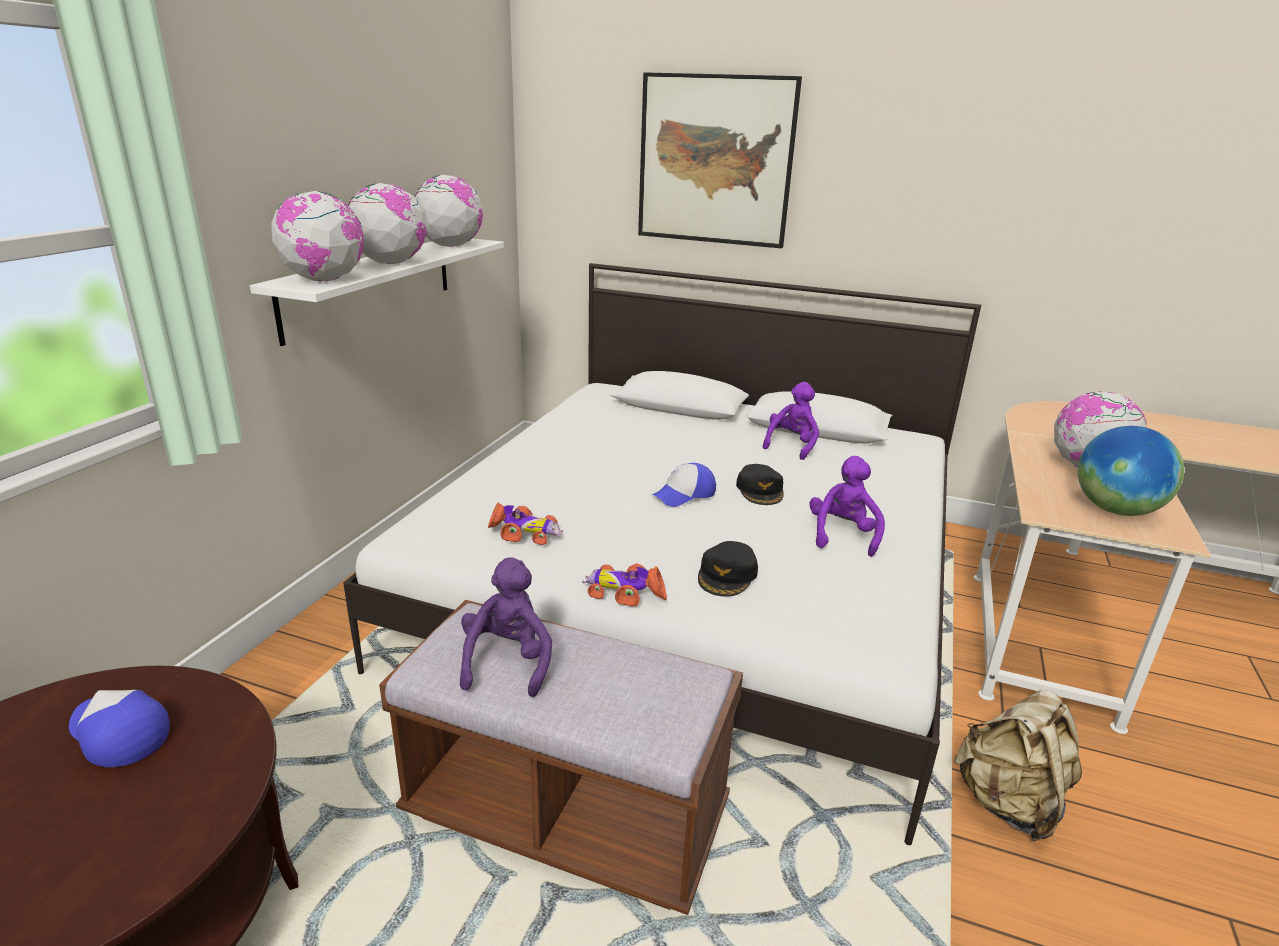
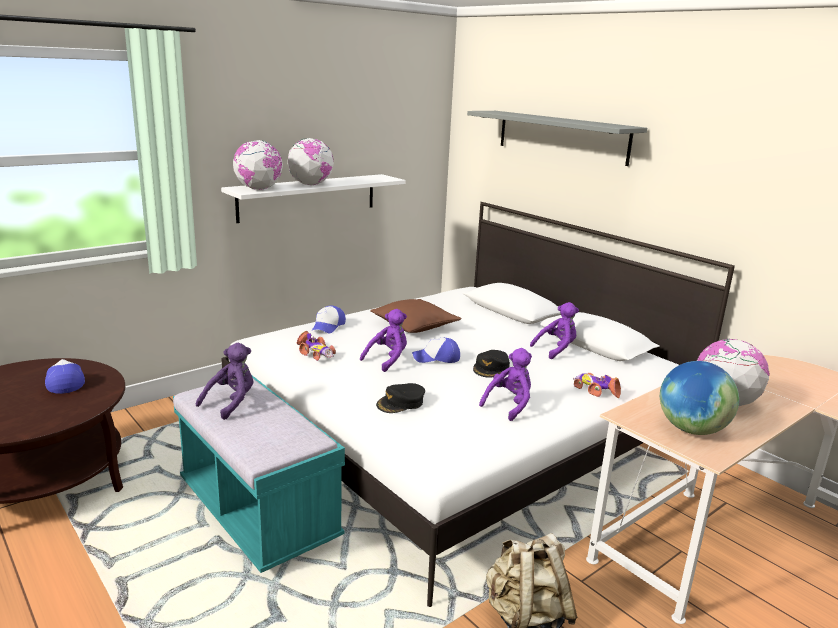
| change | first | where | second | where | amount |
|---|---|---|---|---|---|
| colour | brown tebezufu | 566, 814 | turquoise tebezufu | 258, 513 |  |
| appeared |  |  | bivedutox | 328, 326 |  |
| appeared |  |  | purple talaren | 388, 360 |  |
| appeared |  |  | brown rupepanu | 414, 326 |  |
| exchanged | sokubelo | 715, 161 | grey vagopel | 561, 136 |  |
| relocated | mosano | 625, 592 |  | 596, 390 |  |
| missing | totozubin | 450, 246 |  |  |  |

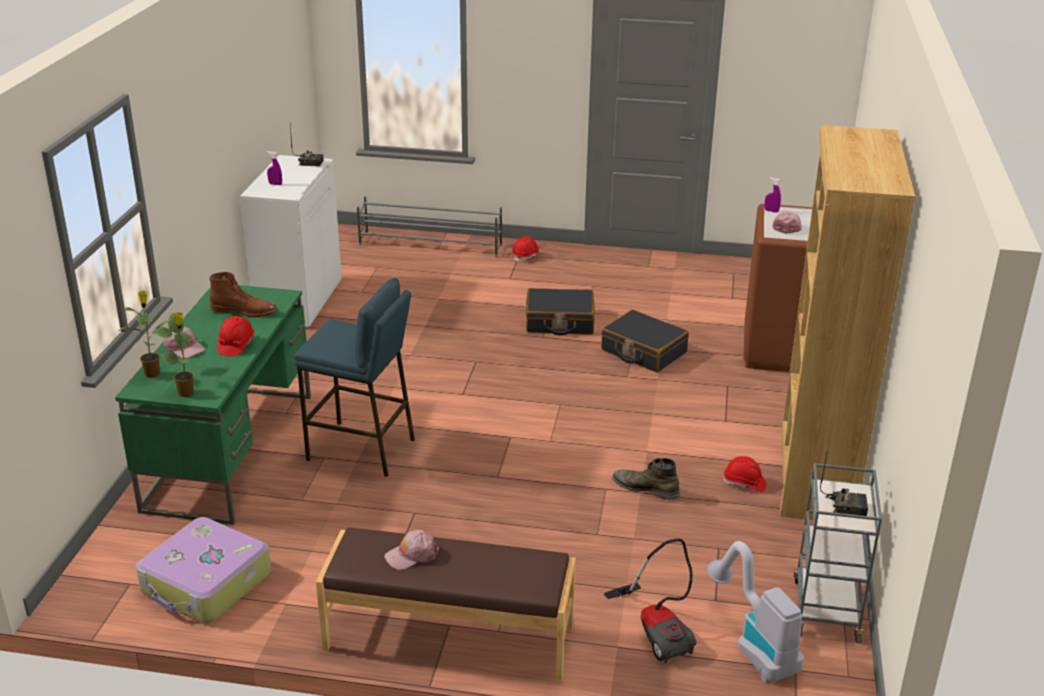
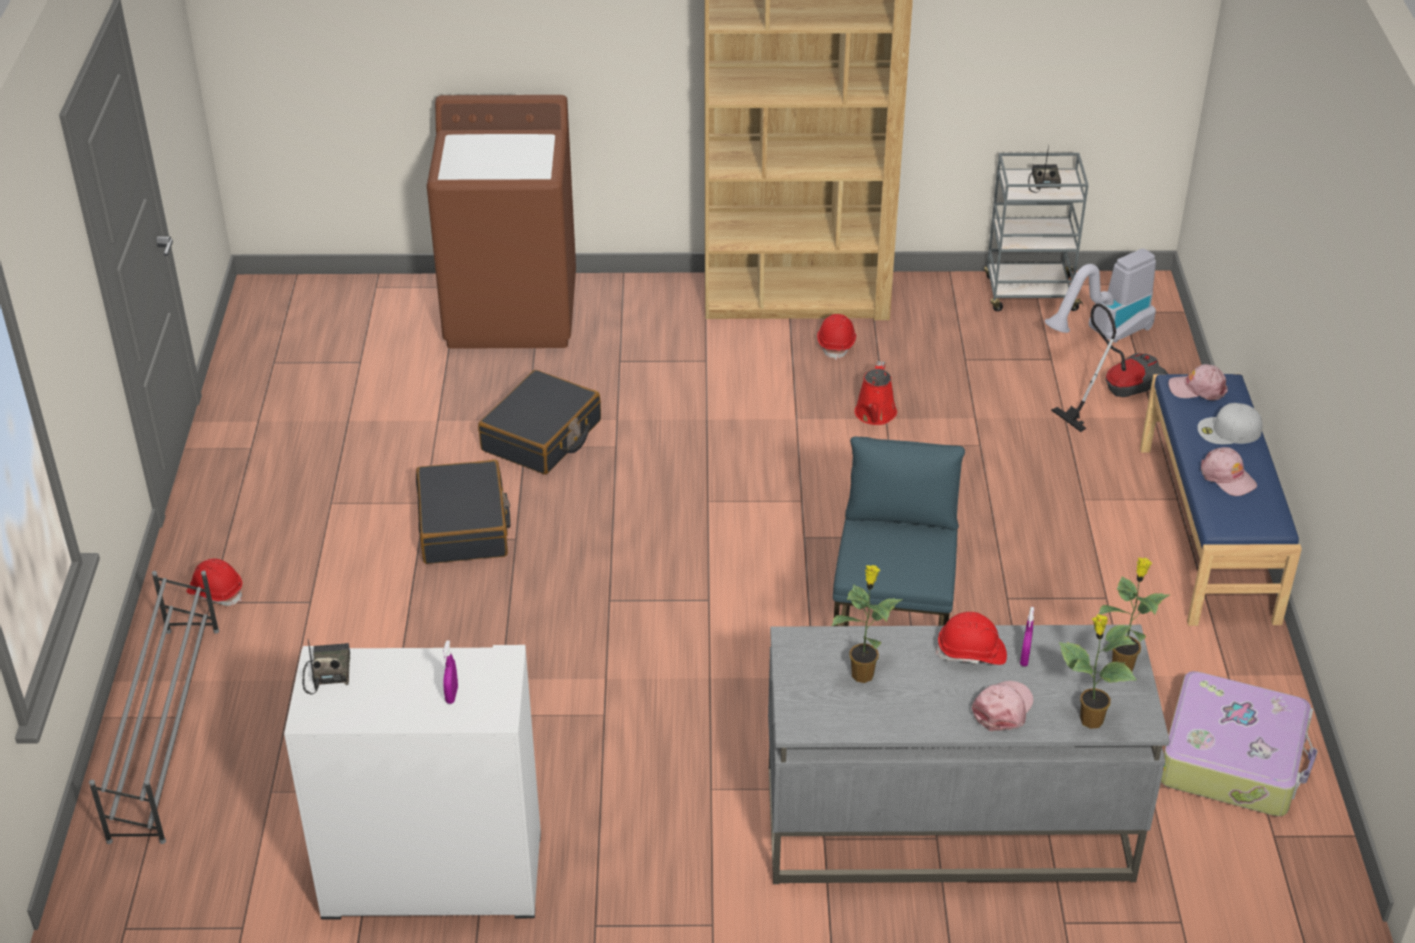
| change | first | where | second | where | amount |
|---|---|---|---|---|---|
| colour | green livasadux | 231, 451 | grey livasadux | 945, 824 |  |
| exchanged | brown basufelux | 245, 311 | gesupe | 862, 673 |  |
| exchanged | green basufelux | 645, 488 | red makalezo | 875, 415 |  |
| relocated | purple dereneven | 771, 211 |  | 1024, 658 |  |
| colour | brown tebezufu | 449, 639 | blue tebezufu | 1209, 532 |  |
| relocated | pink bivedutox | 787, 227 |  | 1197, 389 |  |
| appeared |  |  | white bivedutox | 1228, 431 |  |

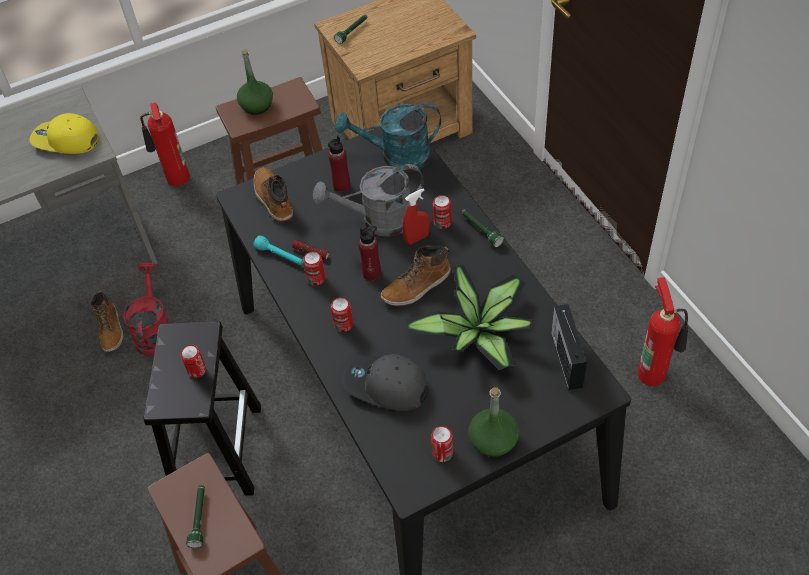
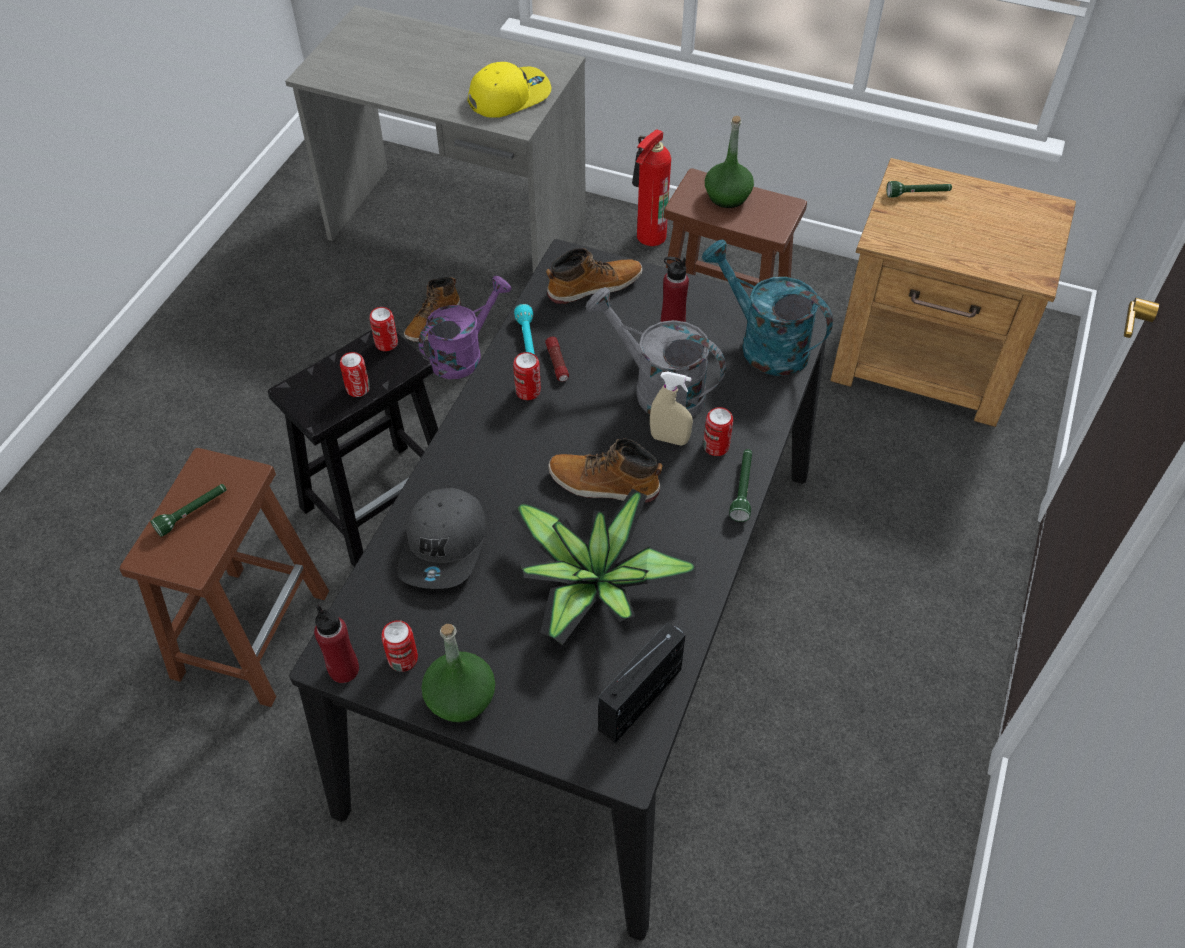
| change | first | where | second | where | amount |
|---|---|---|---|---|---|
| relocated | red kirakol | 372, 273 |  | 344, 669 |  |
| relocated | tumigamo | 343, 324 |  | 386, 343 |  |
| spun | grey bivedutox | 385, 386 |  | 445, 546 | 150 degrees counterclockwise |
| colour | red makalezo | 154, 331 | purple makalezo | 463, 354 |  |
| spun | yellow bivedutox | 66, 141 |  | 509, 96 | 90 degrees clockwise |
| spun | basufelux | 273, 199 |  | 594, 286 | 45 degrees clockwise |
| colour | red dereneven | 417, 238 | beige dereneven | 669, 439 |  |
| missing | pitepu | 653, 372 |  |  |  |

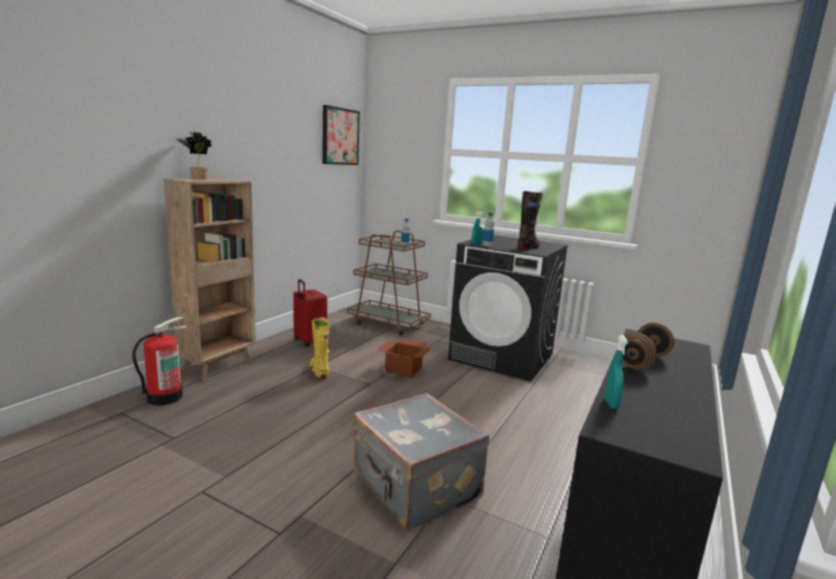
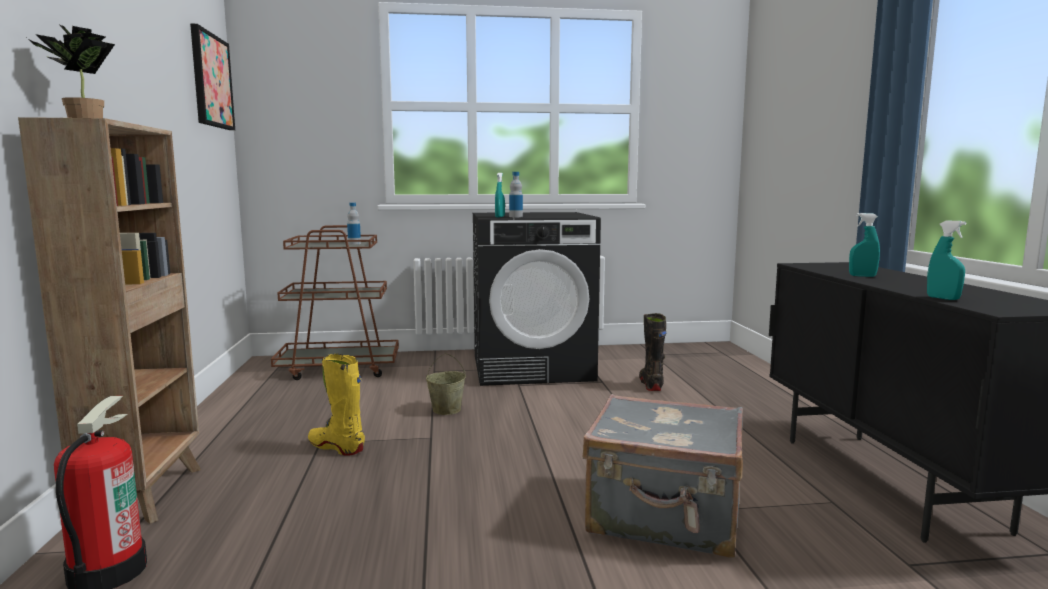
| change | first | where | second | where | amount |
|---|---|---|---|---|---|
| exchanged | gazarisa | 404, 369 | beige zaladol | 447, 410 |  |
| relocated | black basufelux | 528, 247 |  | 651, 384 |  |
| exchanged | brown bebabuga | 642, 362 | turquoise dereneven | 862, 276 |  |
| missing | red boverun | 308, 341 |  |  |  |

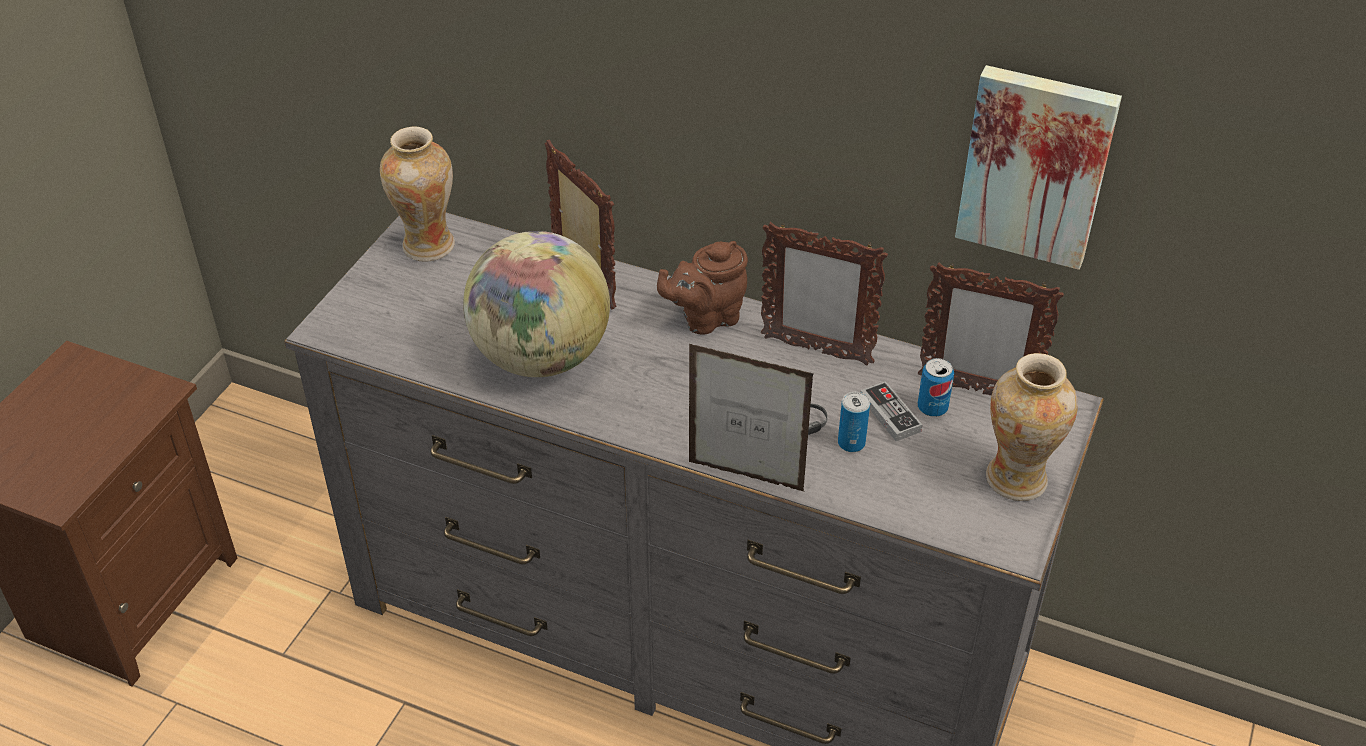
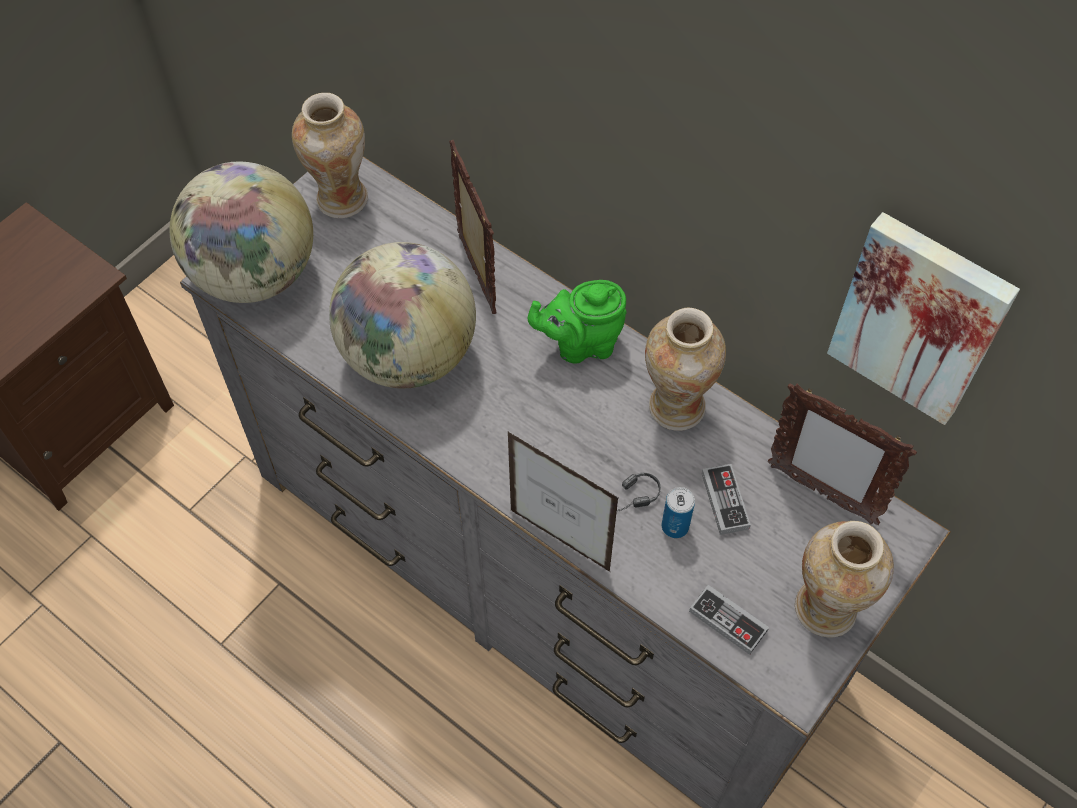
| change | first | where | second | where | amount |
|---|---|---|---|---|---|
| appeared |  |  | totozubin | 254, 275 |  |
| colour | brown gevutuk | 706, 318 | green gevutuk | 581, 344 |  |
| exchanged | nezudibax | 815, 350 | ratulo | 676, 407 |  |
| appeared |  |  | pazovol | 728, 621 |  |
| missing | tumigamo | 932, 408 |  |  |  |

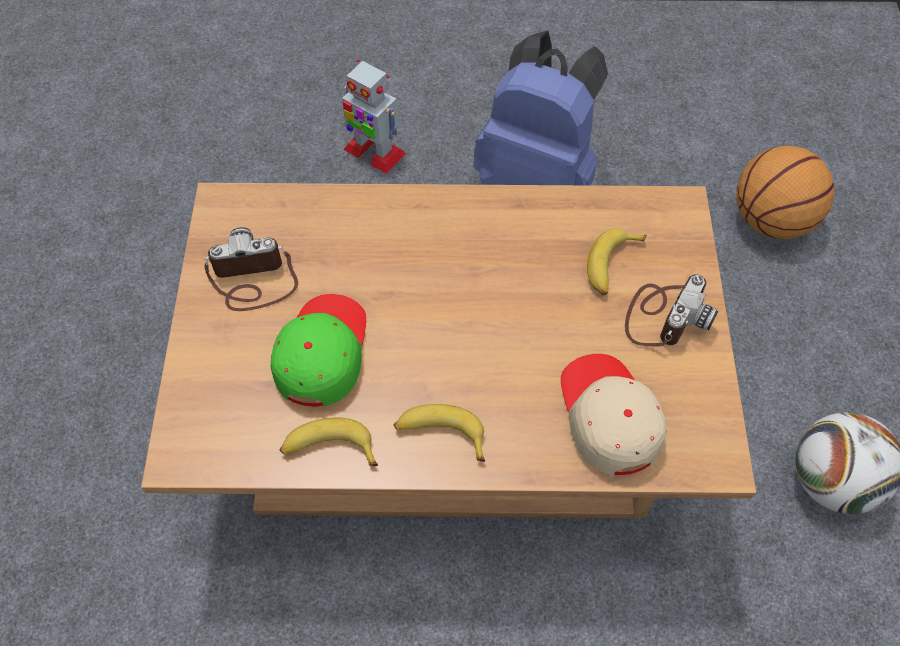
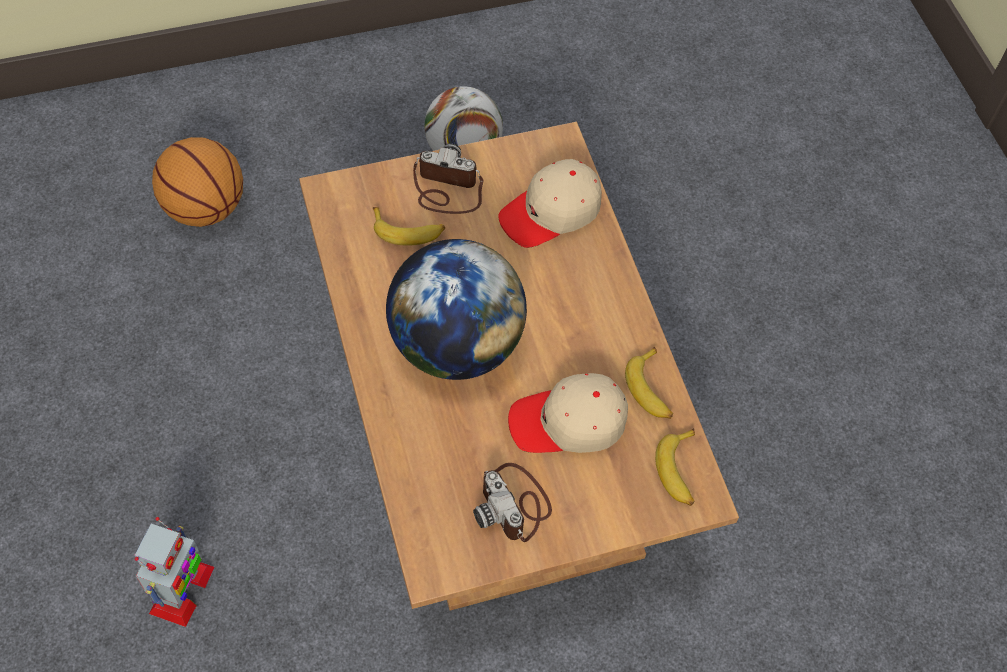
| change | first | where | second | where | amount |
|---|---|---|---|---|---|
| appeared |  |  | totozubin | 456, 345 |  |
| colour | green bivedutox | 322, 353 | beige bivedutox | 568, 422 |  |
| relocated | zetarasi | 440, 434 |  | 679, 471 |  |
| missing | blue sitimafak | 538, 179 |  |  |  |

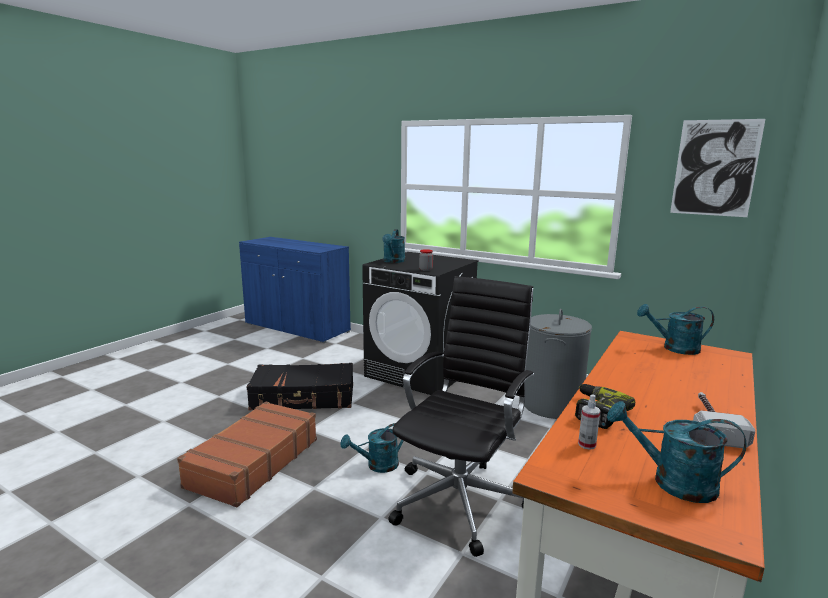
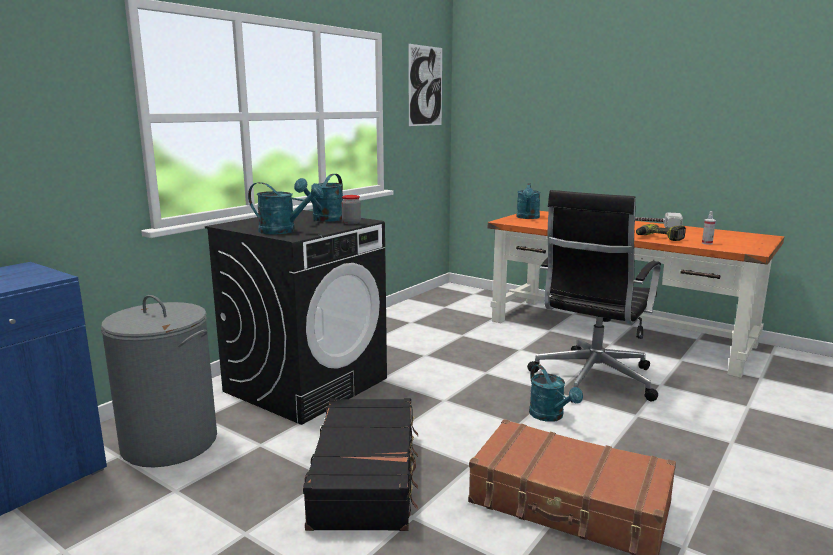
| change | first | where | second | where | amount |
|---|---|---|---|---|---|
| relocated | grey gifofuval | 551, 405 |  | 170, 442 |  |
| relocated | turquoise makalezo | 672, 482 |  | 324, 219 |  |
| spun | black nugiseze | 461, 499 |  | 592, 380 | 90 degrees counterclockwise |

